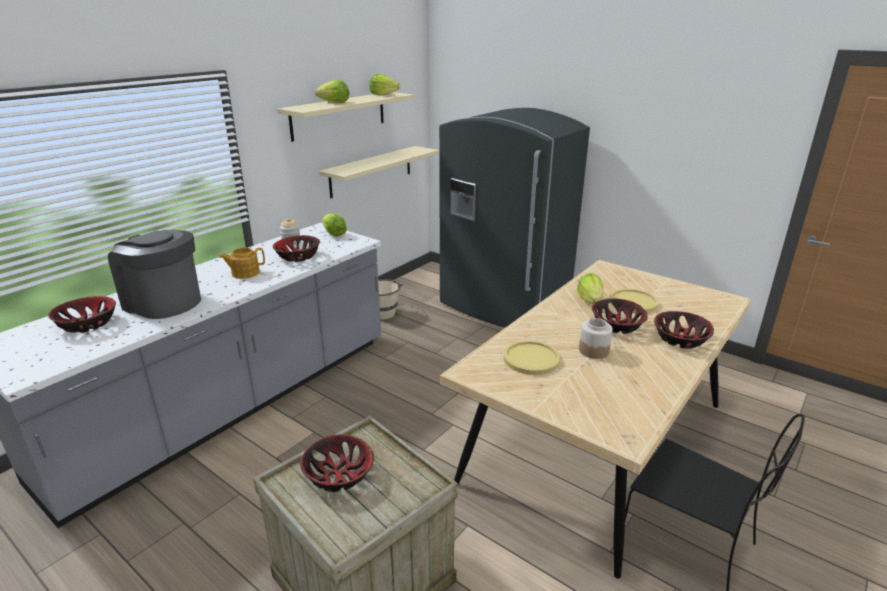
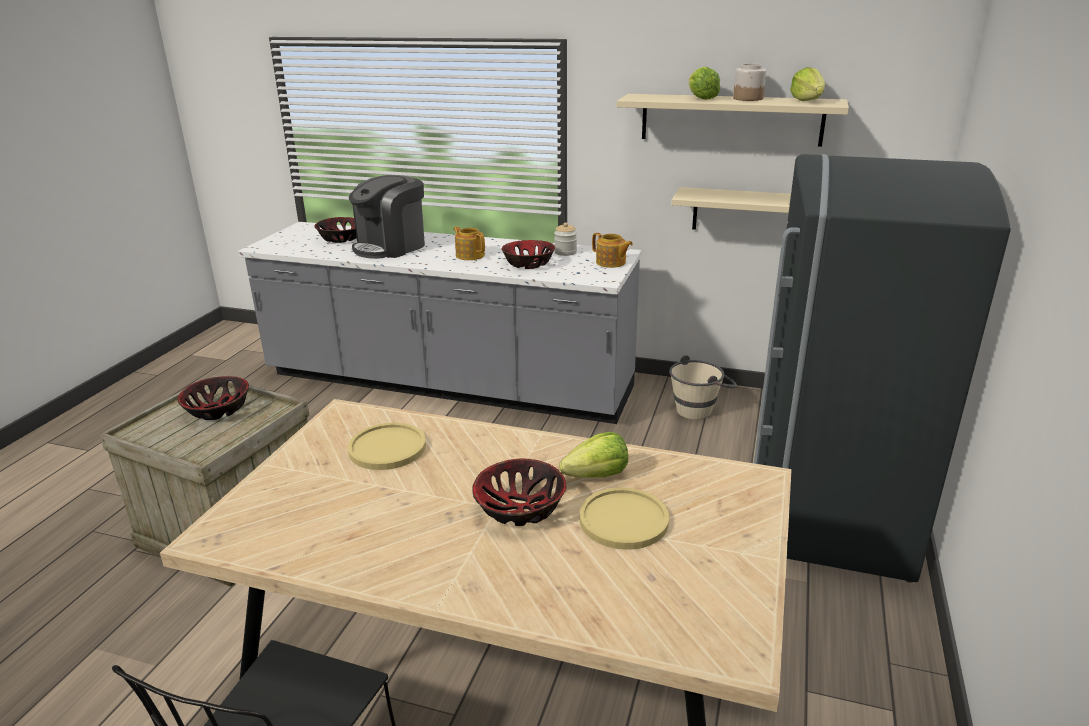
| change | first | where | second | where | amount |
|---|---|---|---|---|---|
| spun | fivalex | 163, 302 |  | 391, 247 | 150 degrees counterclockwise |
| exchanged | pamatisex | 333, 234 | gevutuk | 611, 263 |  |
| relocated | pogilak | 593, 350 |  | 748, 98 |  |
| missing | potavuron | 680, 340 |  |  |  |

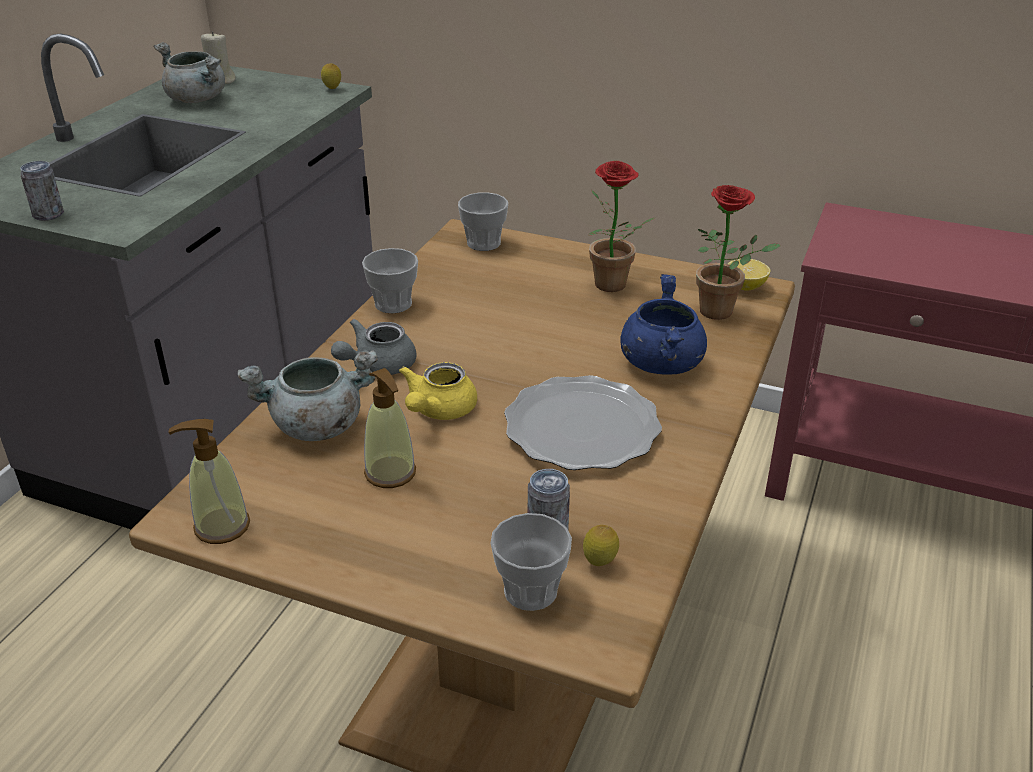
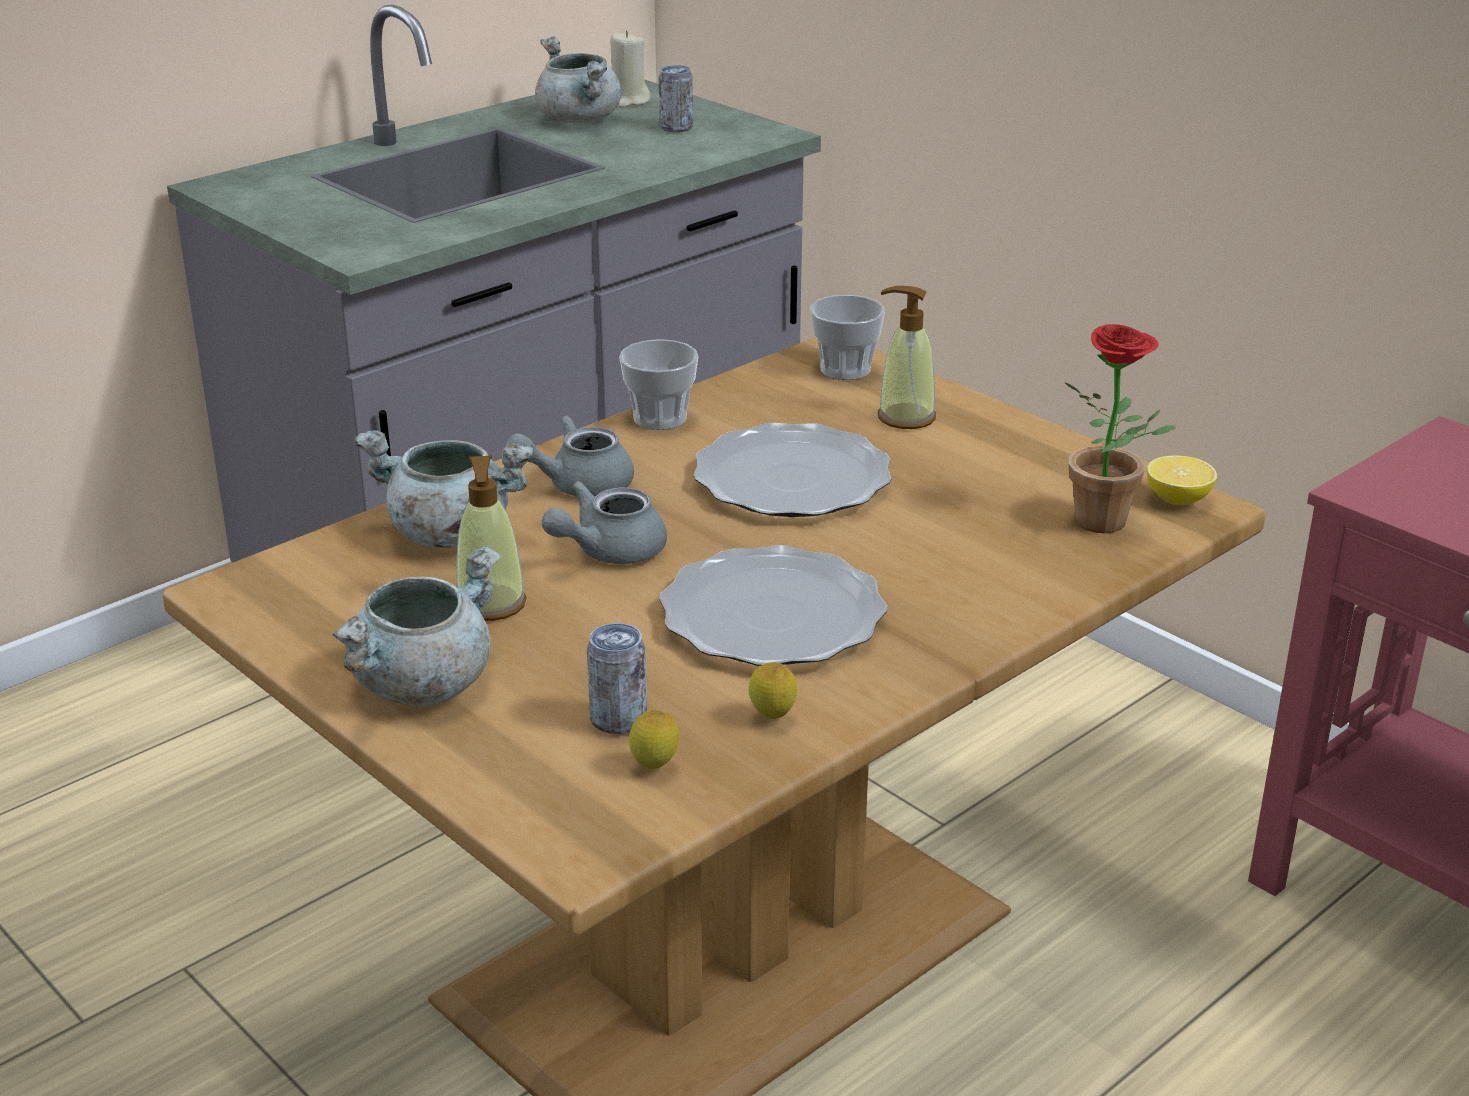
| change | first | where | second | where | amount |
|---|---|---|---|---|---|
| appeared |  |  | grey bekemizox | 422, 683 |  |
| colour | yellow gevutuk | 438, 410 | grey gevutuk | 608, 551 |  |
| relocated | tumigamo | 48, 215 |  | 676, 127 |  |
| appeared |  |  | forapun | 793, 480 |  |
| relocated | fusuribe | 332, 89 |  | 772, 718 |  |
| relocated | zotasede | 221, 526 |  | 905, 417 |  |
| missing | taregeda | 530, 591 |  |  |  |
| missing | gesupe | 612, 288 |  |  |  |
| missing | blue bekemizox | 661, 363 |  |  |  |

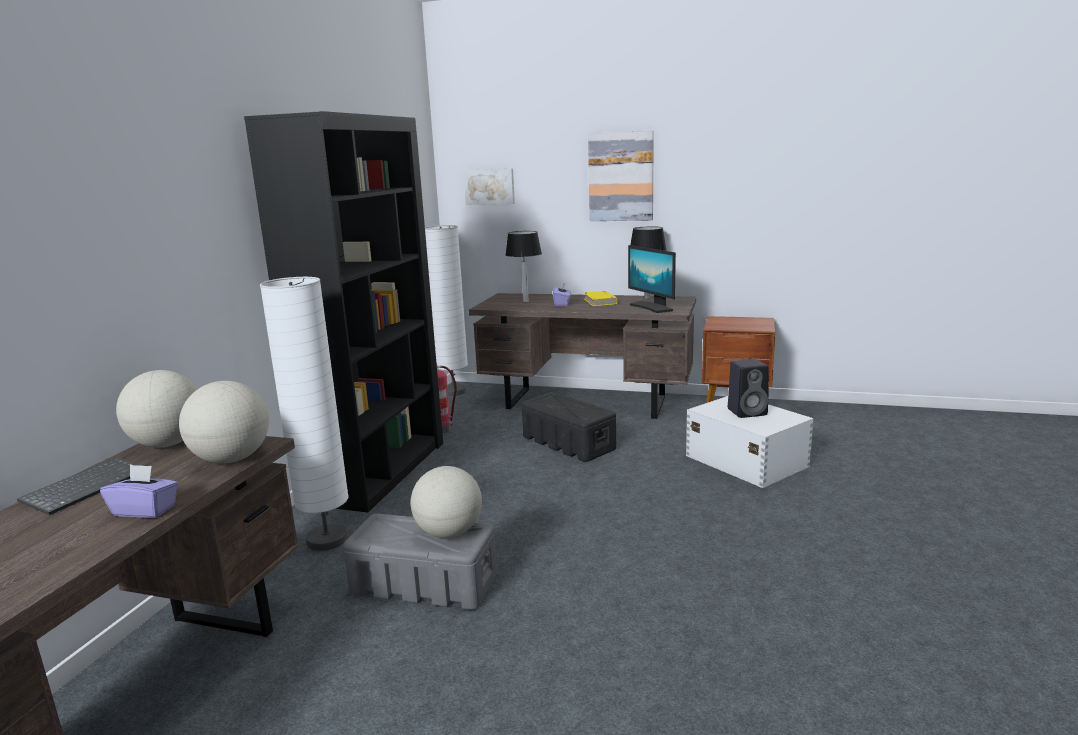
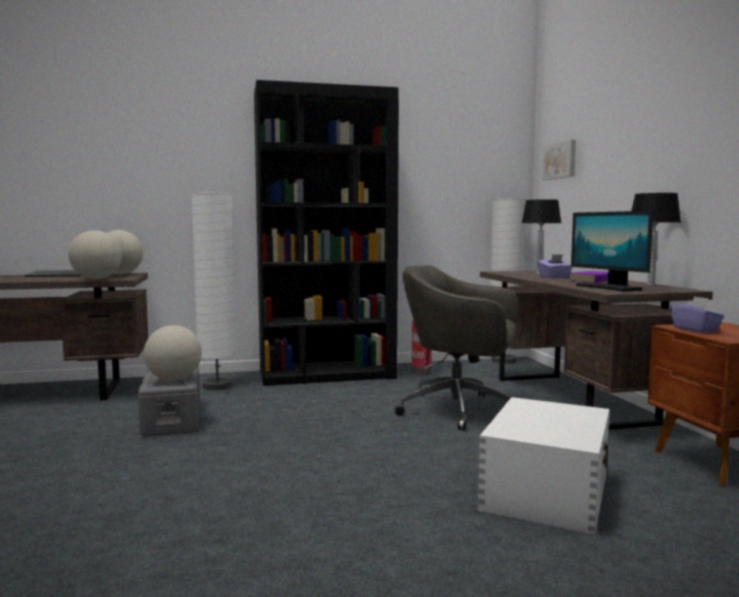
| change | first | where | second | where | amount |
|---|---|---|---|---|---|
| exchanged | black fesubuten | 567, 443 | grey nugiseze | 460, 410 |  |
| colour | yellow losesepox | 600, 301 | purple losesepox | 593, 280 |  |
| spun | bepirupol | 651, 307 |  | 608, 288 | 60 degrees counterclockwise |
| relocated | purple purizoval | 145, 510 |  | 695, 330 |  |
| missing | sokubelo | 621, 177 |  |  |  |
| missing | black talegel | 748, 412 |  |  |  |

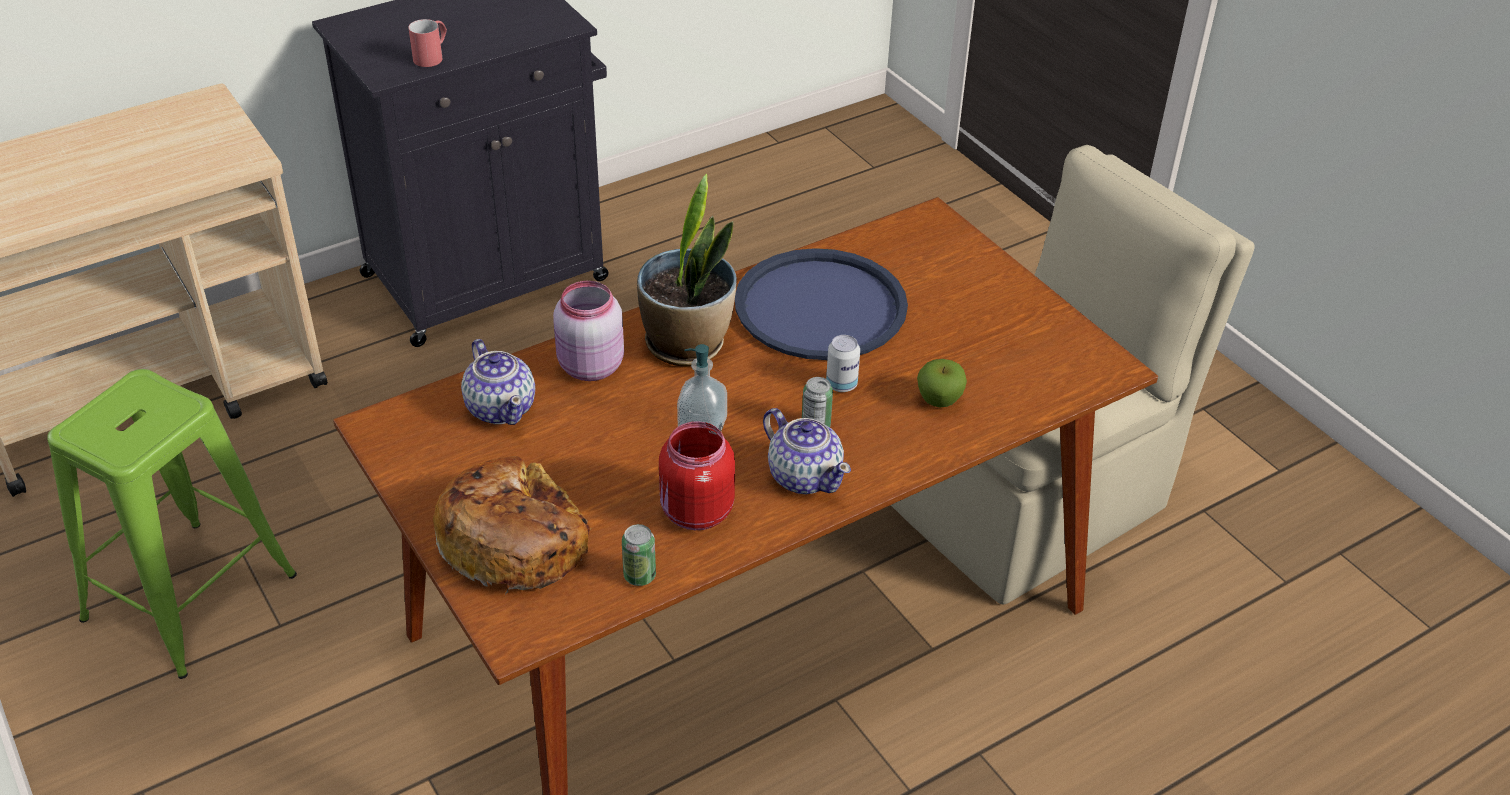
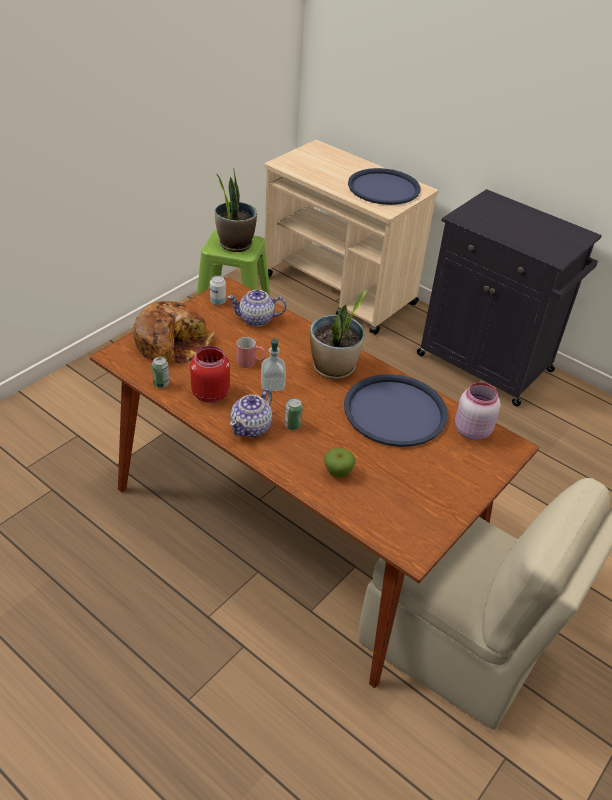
| change | first | where | second | where | amount |
|---|---|---|---|---|---|
| relocated | tumigamo | 841, 385 |  | 218, 301 |  |
| appeared |  |  | gesupe | 235, 244 |  |
| spun | gevutuk | 501, 407 |  | 257, 319 | 45 degrees clockwise |
| relocated | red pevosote | 432, 56 |  | 251, 363 |  |
| appeared |  |  | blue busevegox | 383, 188 |  |
| relocated | pink pogilak | 589, 367 |  | 471, 430 |  |

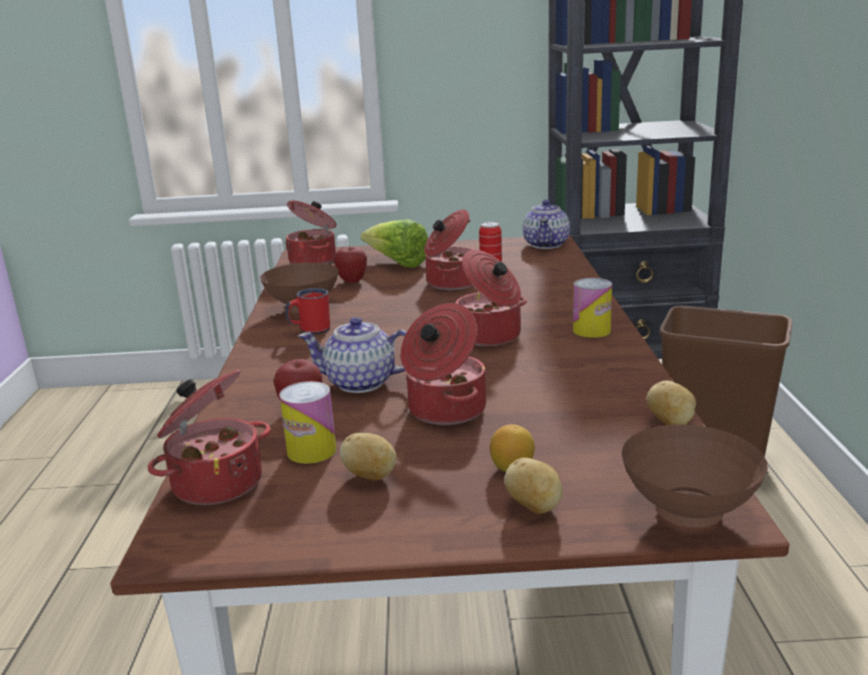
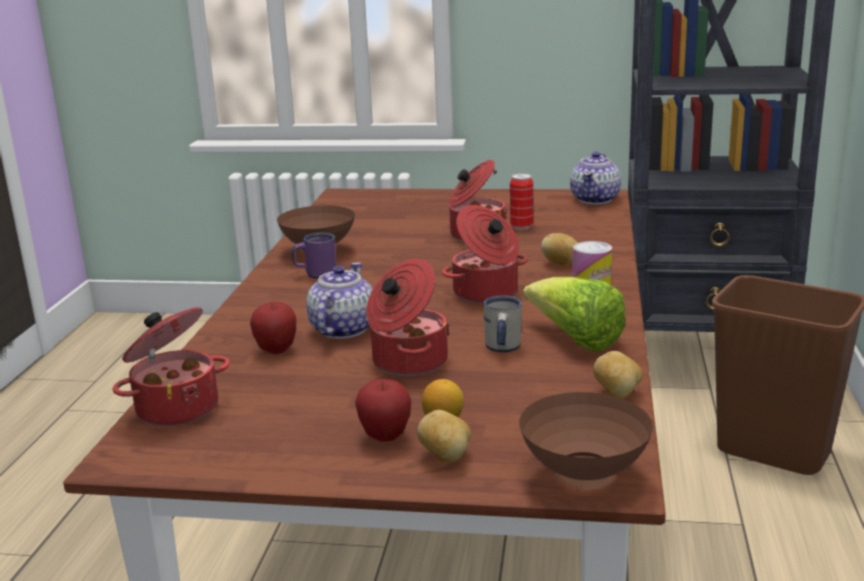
| change | first | where | second | where | amount |
|---|---|---|---|---|---|
| colour | red pevosote | 310, 330 | purple pevosote | 315, 274 |  |
| spun | gevutuk | 361, 383 |  | 342, 329 | 90 degrees clockwise |
| relocated | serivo | 352, 281 |  | 385, 437 |  |
| appeared |  |  | white pevosote | 502, 348 |  |
| relocated | pamatisex | 398, 264 |  | 575, 340 |  |
| relocated | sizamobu | 370, 476 |  | 560, 263 |  |
| missing | tumigamo | 311, 451 |  |  |  |
| missing | bekemizox | 314, 260 |  |  |  |

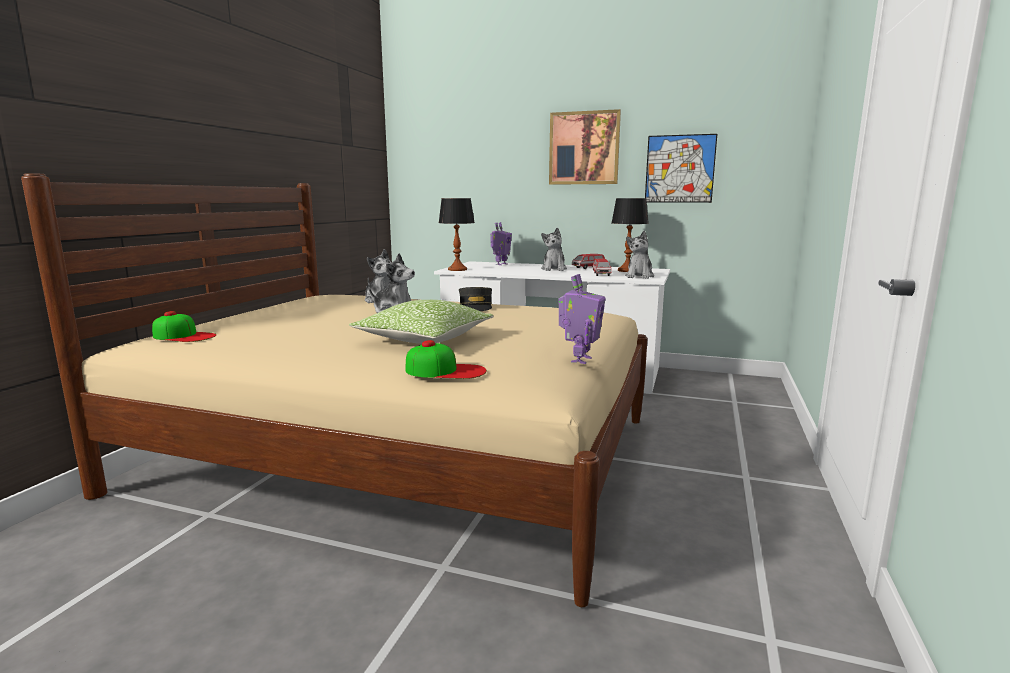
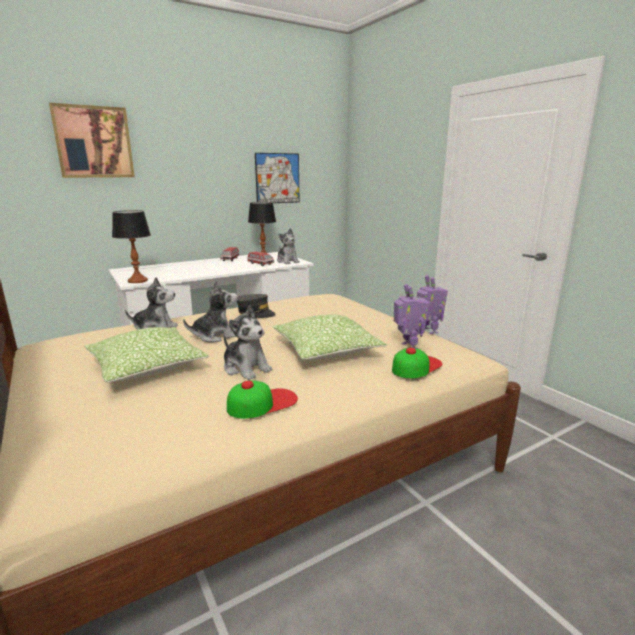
| change | first | where | second | where | amount |
|---|---|---|---|---|---|
| relocated | sokubelo | 584, 148 |  | 94, 142 |  |
| appeared |  |  | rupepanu | 147, 367 |  |
| relocated | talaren | 554, 269 |  | 246, 368 |  |
| relocated | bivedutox | 184, 336 |  | 262, 403 |  |
| relocated | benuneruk | 500, 264 |  | 408, 346 |  |

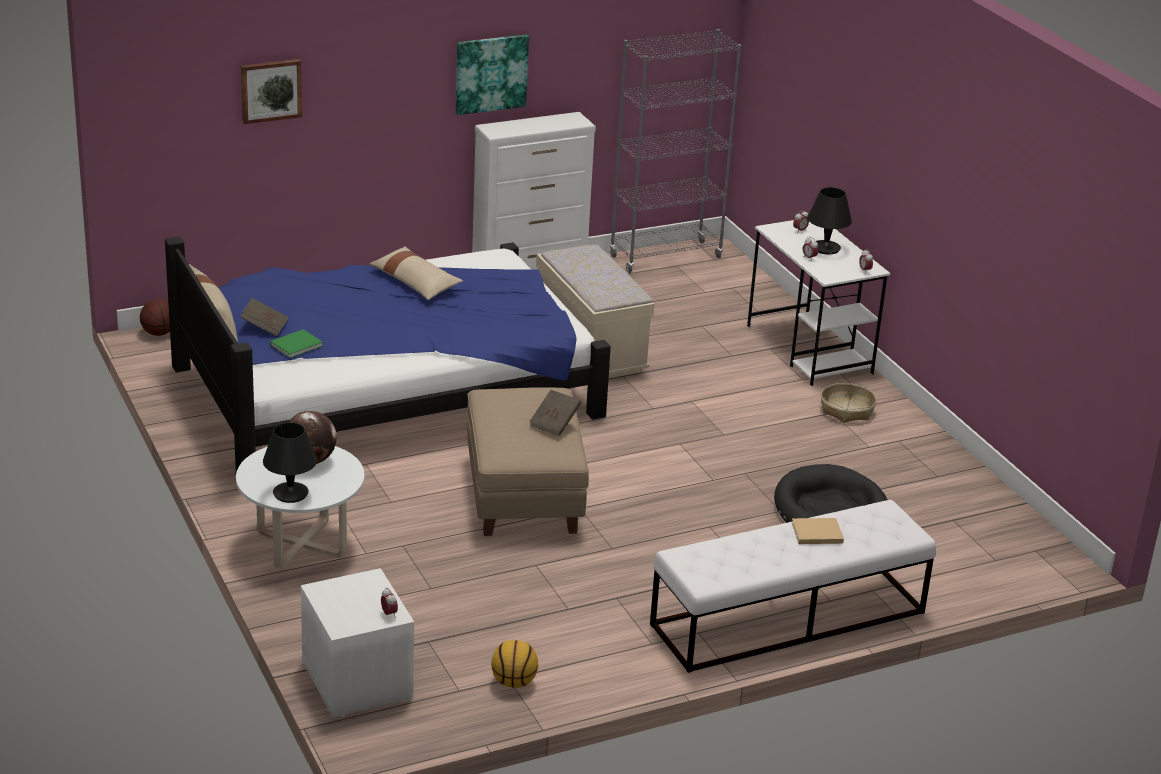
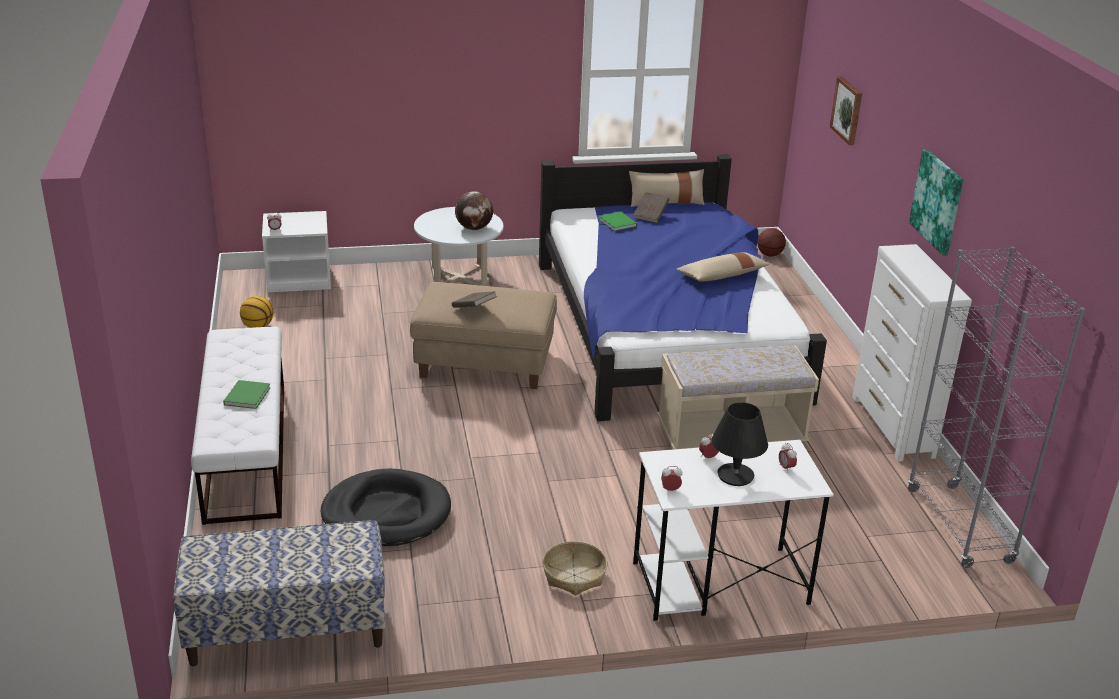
| change | first | where | second | where | amount |
|---|---|---|---|---|---|
| appeared |  |  | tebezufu | 286, 629 |  |
| colour | beige losesepox | 815, 533 | green losesepox | 248, 395 |  |
| missing | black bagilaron | 290, 493 |  |  |  |

